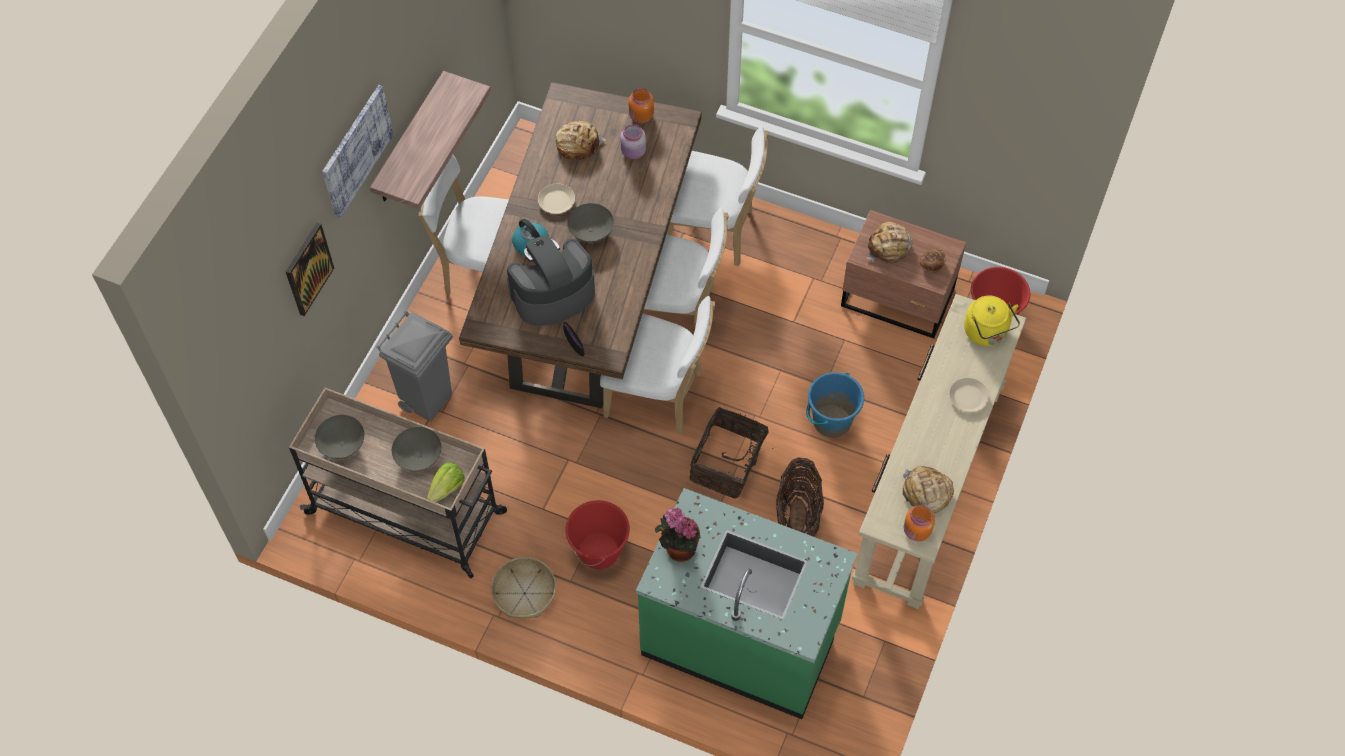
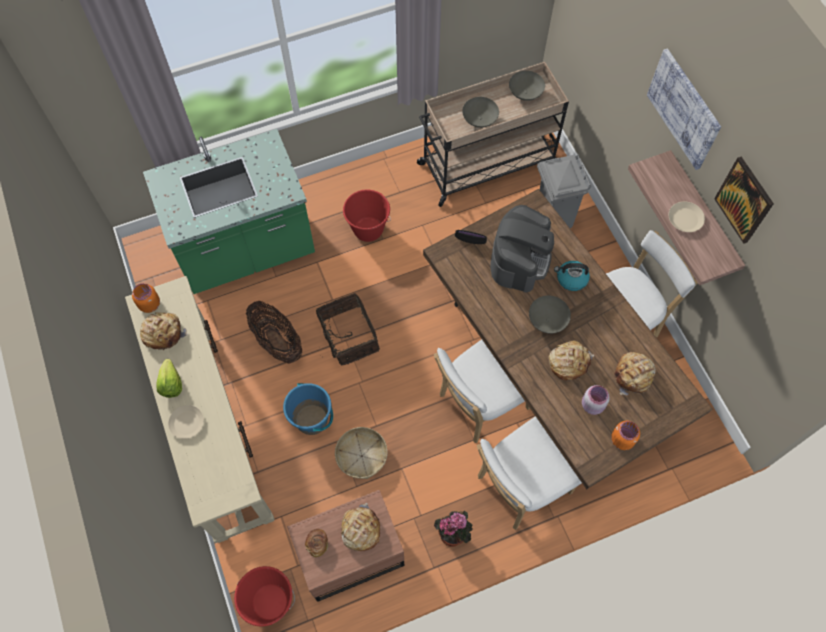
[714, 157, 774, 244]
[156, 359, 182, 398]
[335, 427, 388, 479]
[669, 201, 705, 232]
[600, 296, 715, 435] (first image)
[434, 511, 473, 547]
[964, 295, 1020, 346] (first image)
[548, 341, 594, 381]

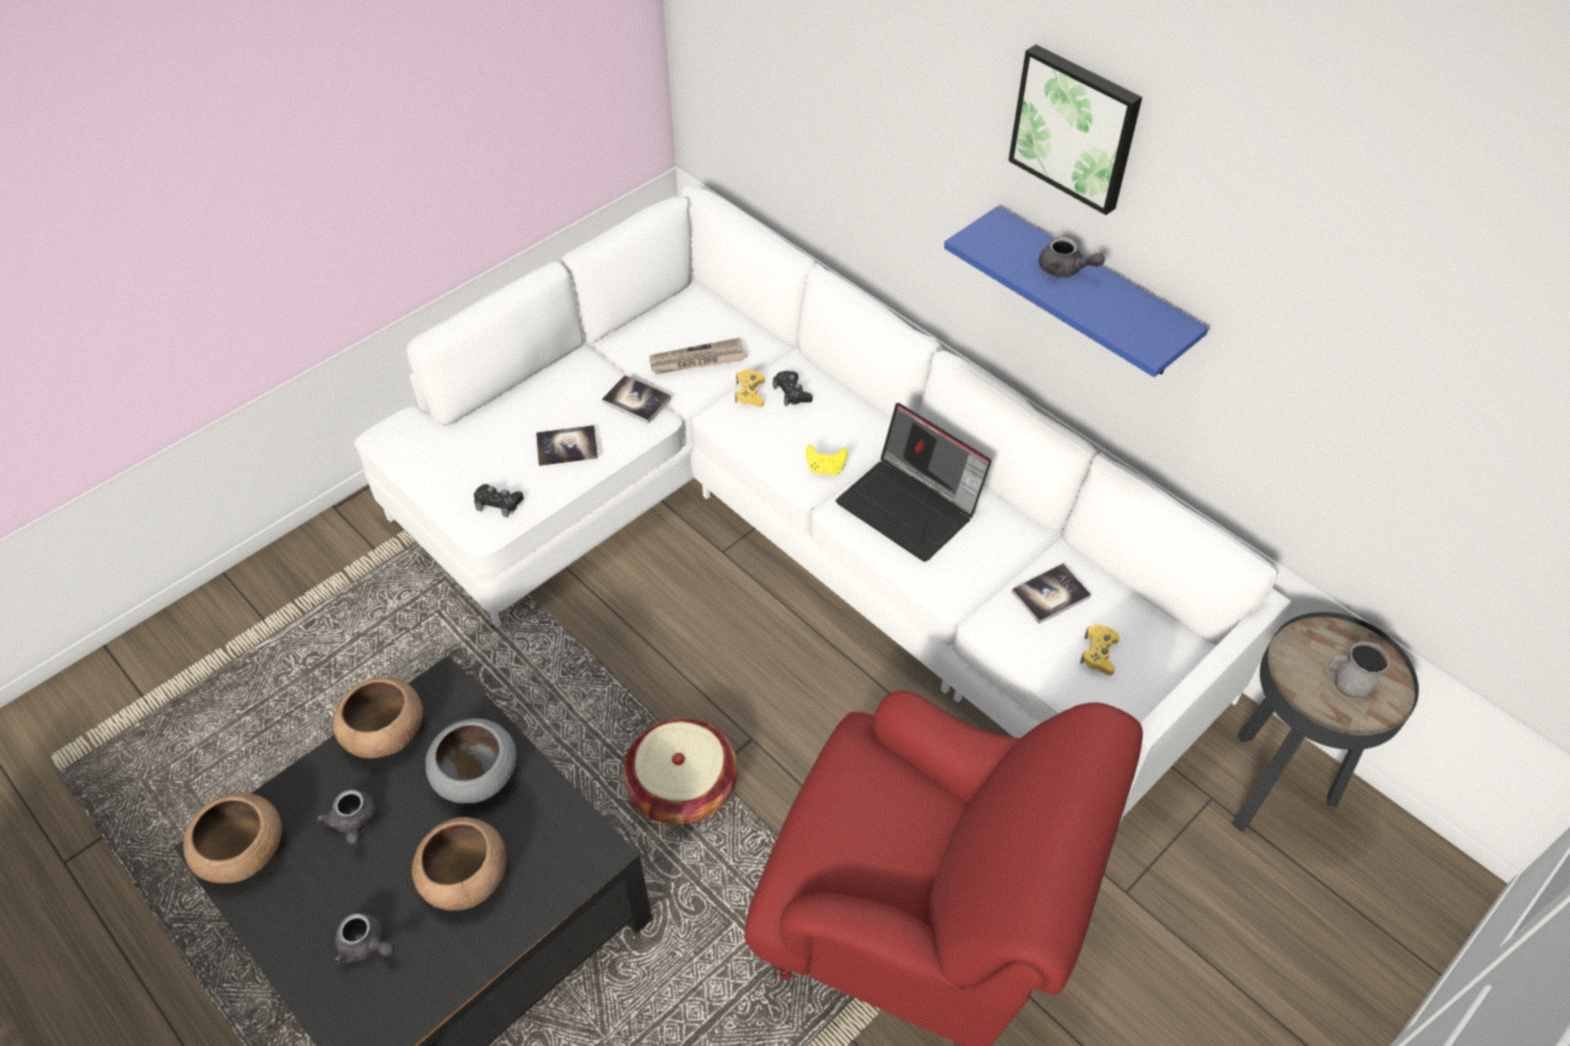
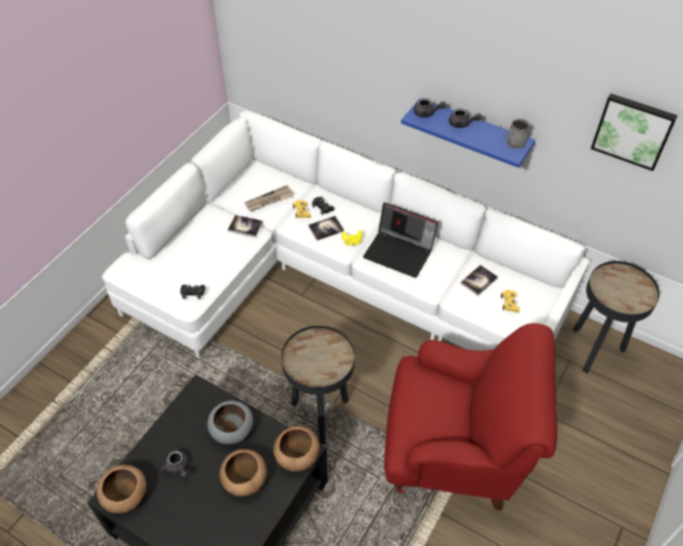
[273, 426, 320, 472]
[414, 98, 446, 117]
[308, 216, 344, 240]
[281, 326, 355, 444]
[591, 94, 678, 171]
[503, 119, 530, 148]

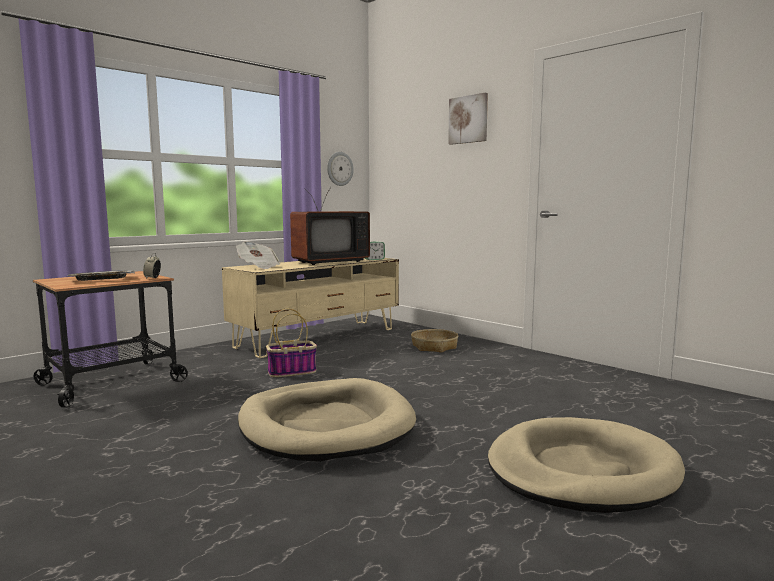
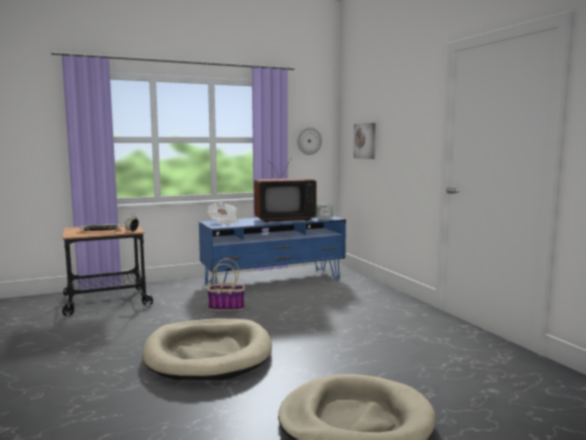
[199, 216, 346, 284]
[411, 329, 458, 353] (first image)
[354, 123, 376, 159]

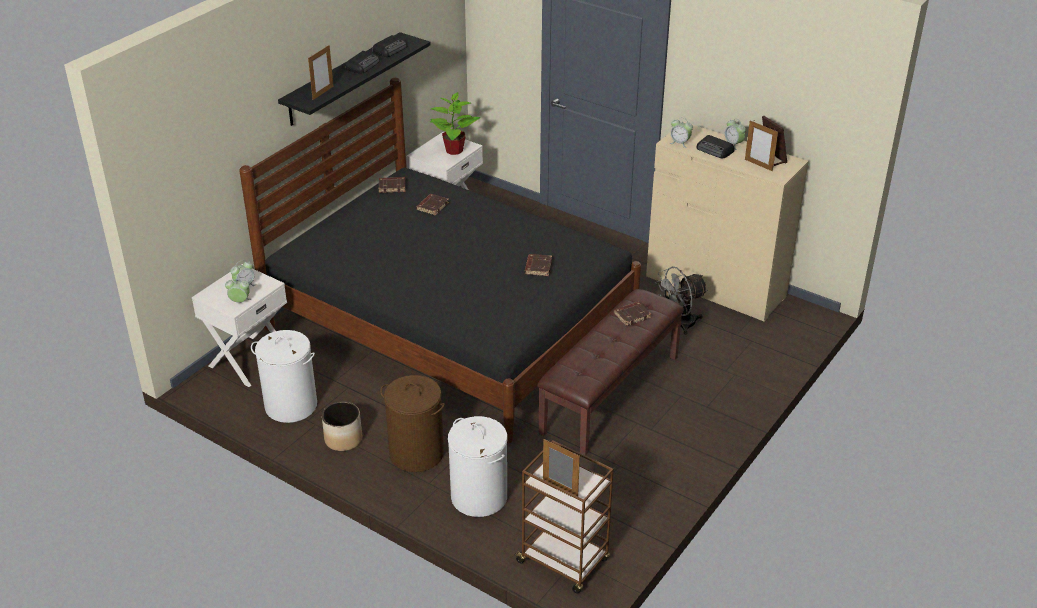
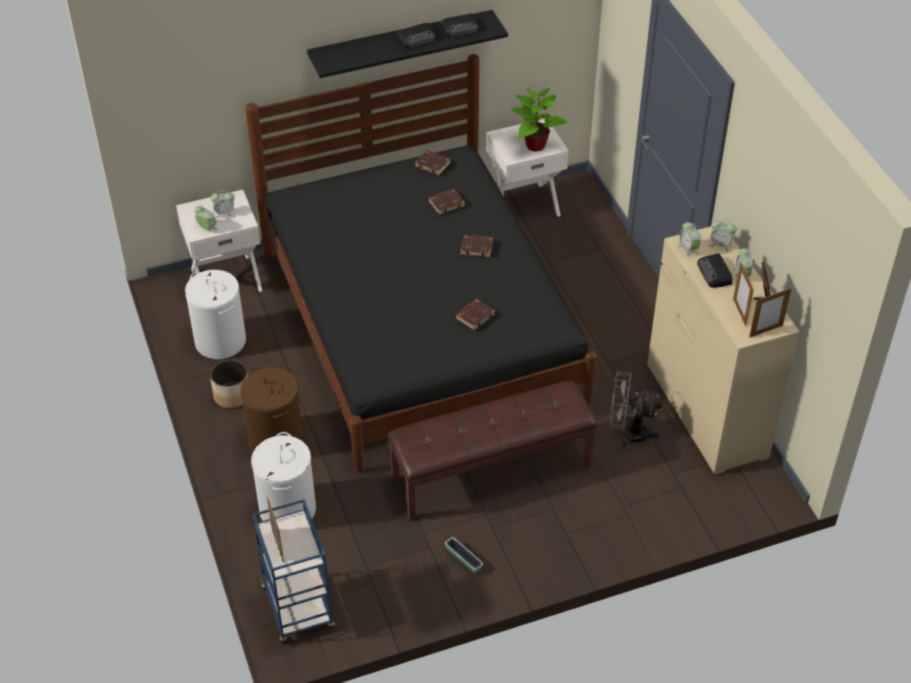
[749, 288, 791, 338]
[252, 499, 335, 643]
[460, 235, 493, 257]
[445, 537, 483, 574]
[709, 219, 737, 251]

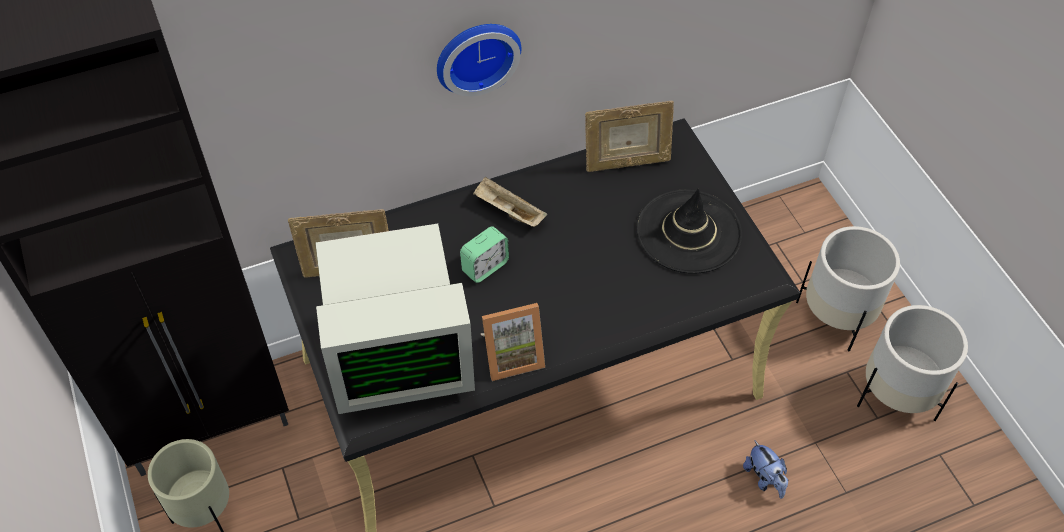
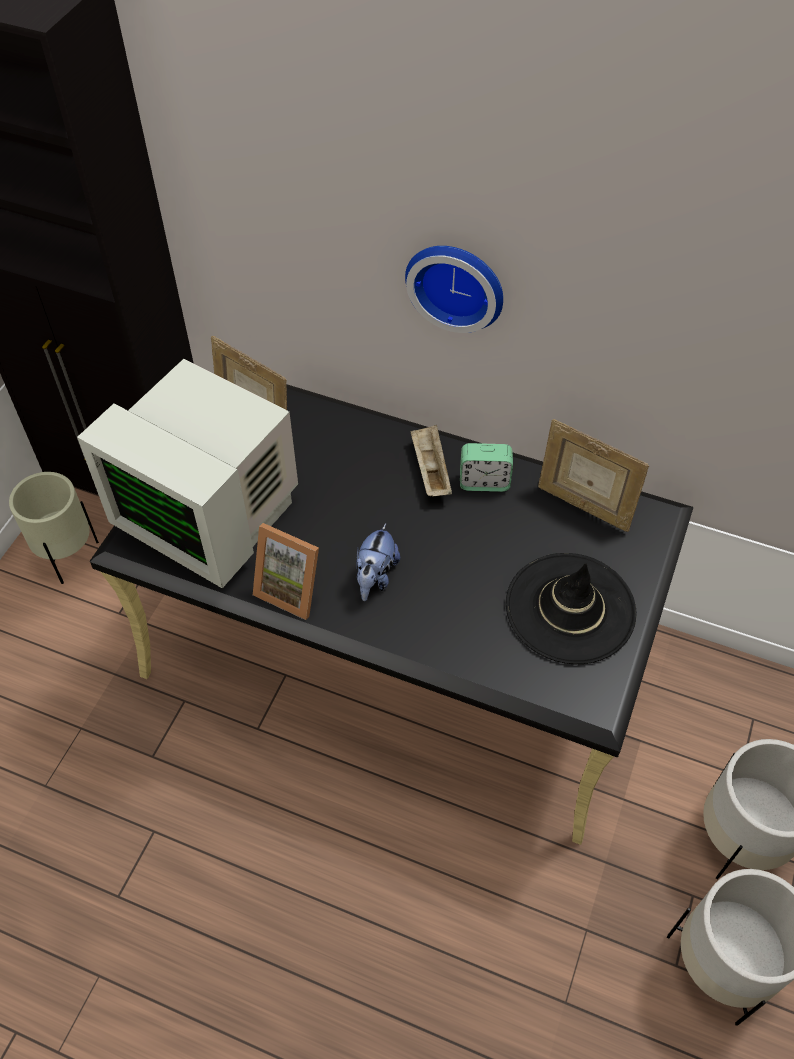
[460, 443, 513, 492]
[356, 523, 400, 601]

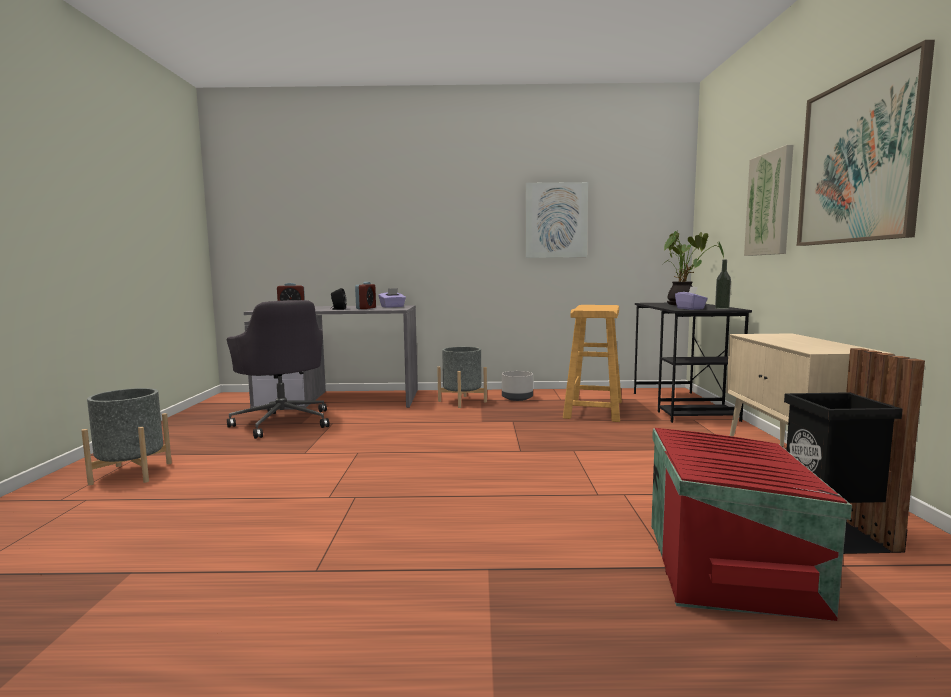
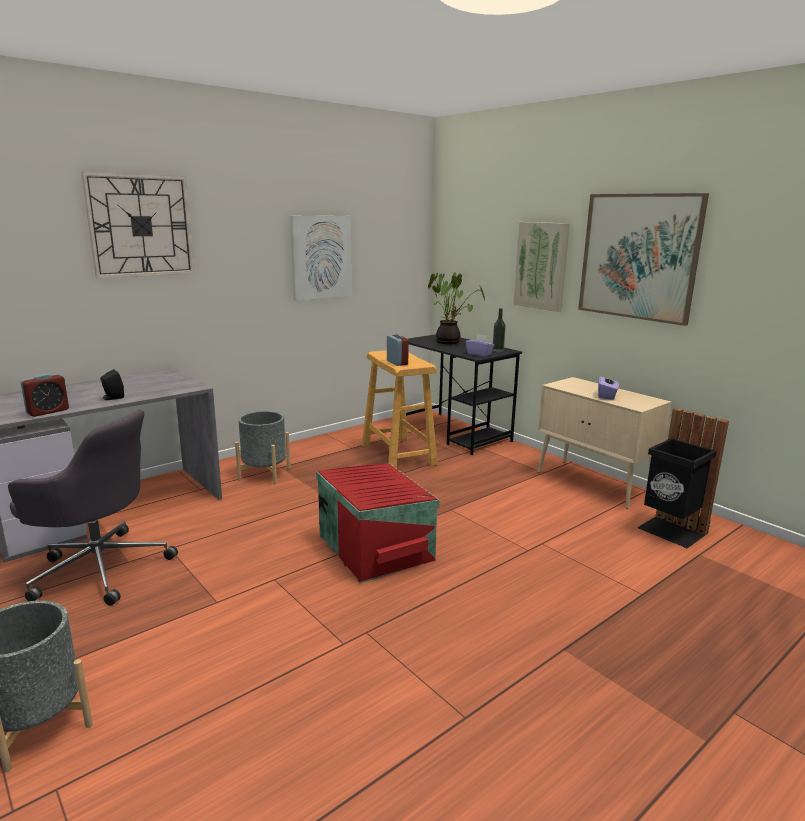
[387, 334, 409, 366]
[598, 375, 619, 400]
[502, 371, 533, 401] (first image)
[316, 463, 440, 583]
[81, 172, 195, 279]

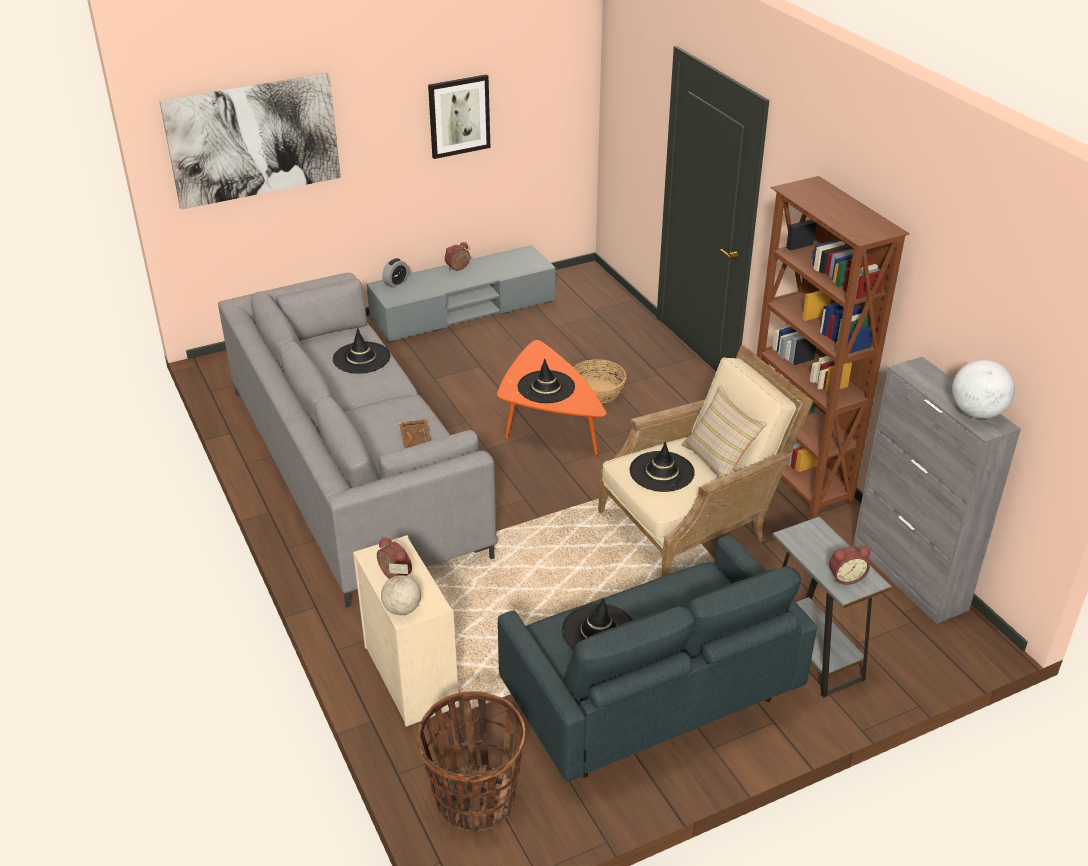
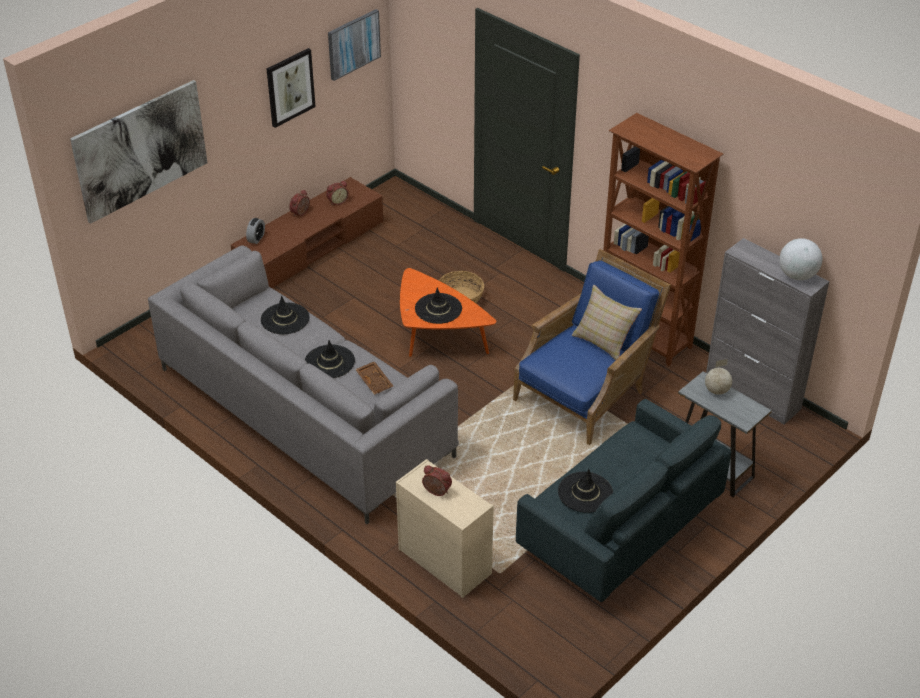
[231, 177, 383, 288]
[705, 359, 732, 395]
[417, 691, 526, 832] (first image)
[513, 249, 671, 445]
[305, 340, 355, 378]
[326, 181, 349, 205]
[328, 9, 381, 81]

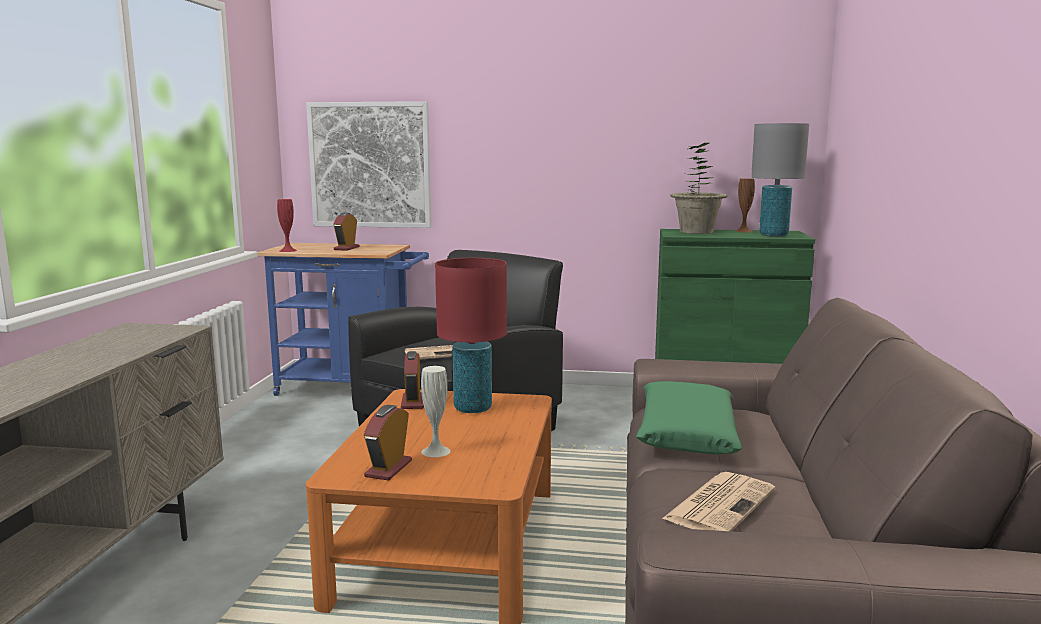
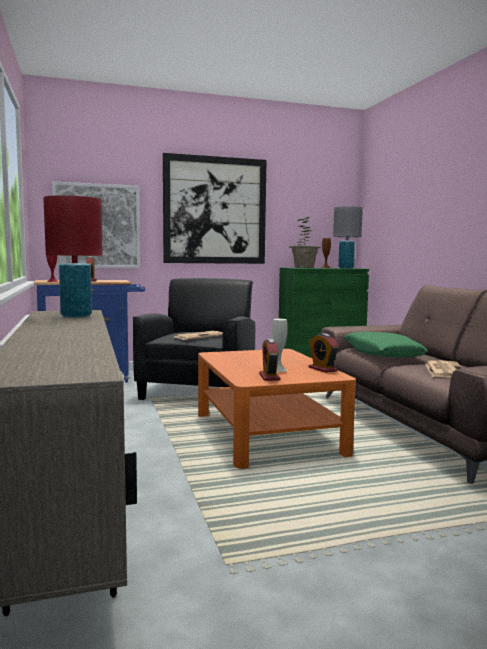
[308, 333, 339, 373]
[43, 195, 103, 318]
[163, 153, 267, 264]

